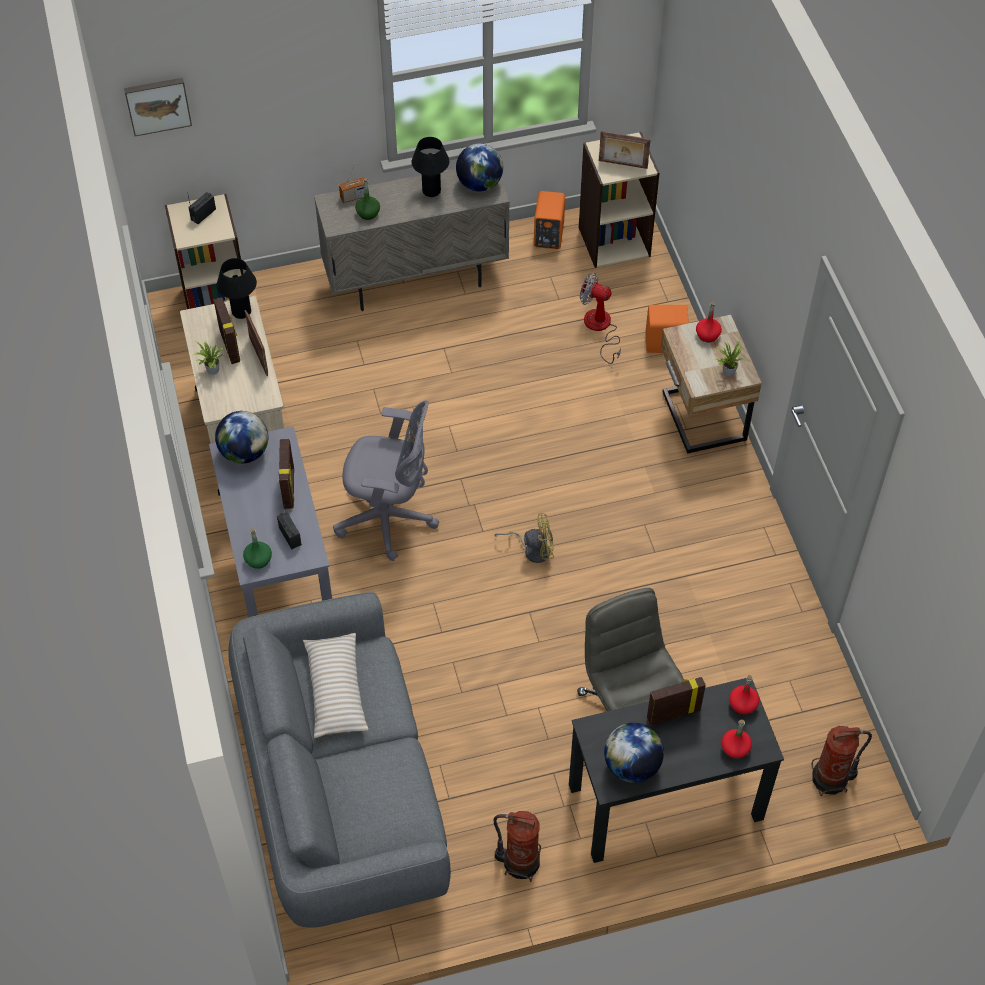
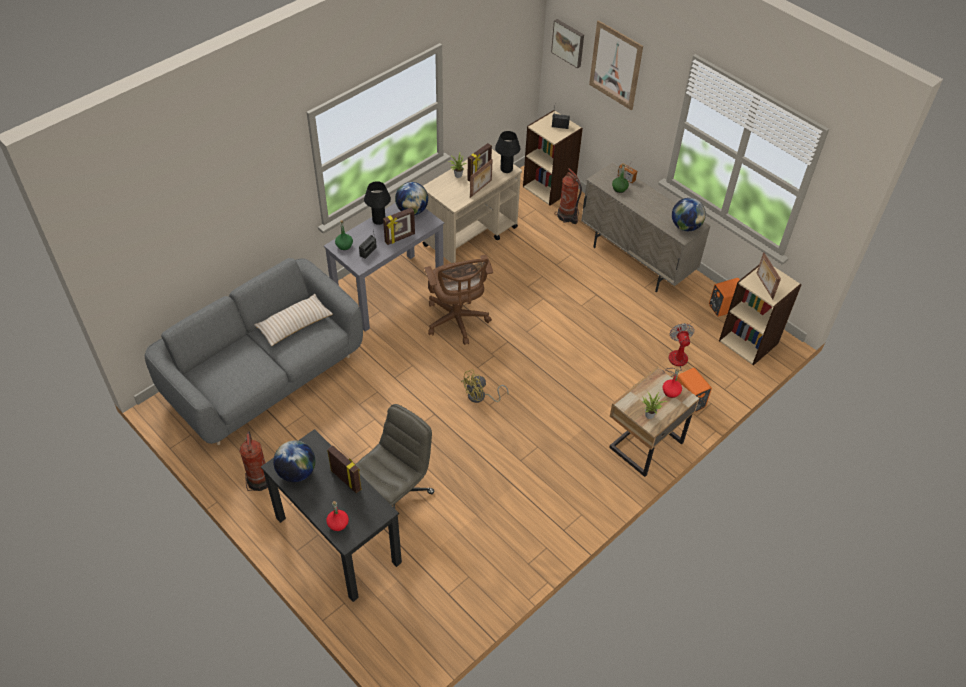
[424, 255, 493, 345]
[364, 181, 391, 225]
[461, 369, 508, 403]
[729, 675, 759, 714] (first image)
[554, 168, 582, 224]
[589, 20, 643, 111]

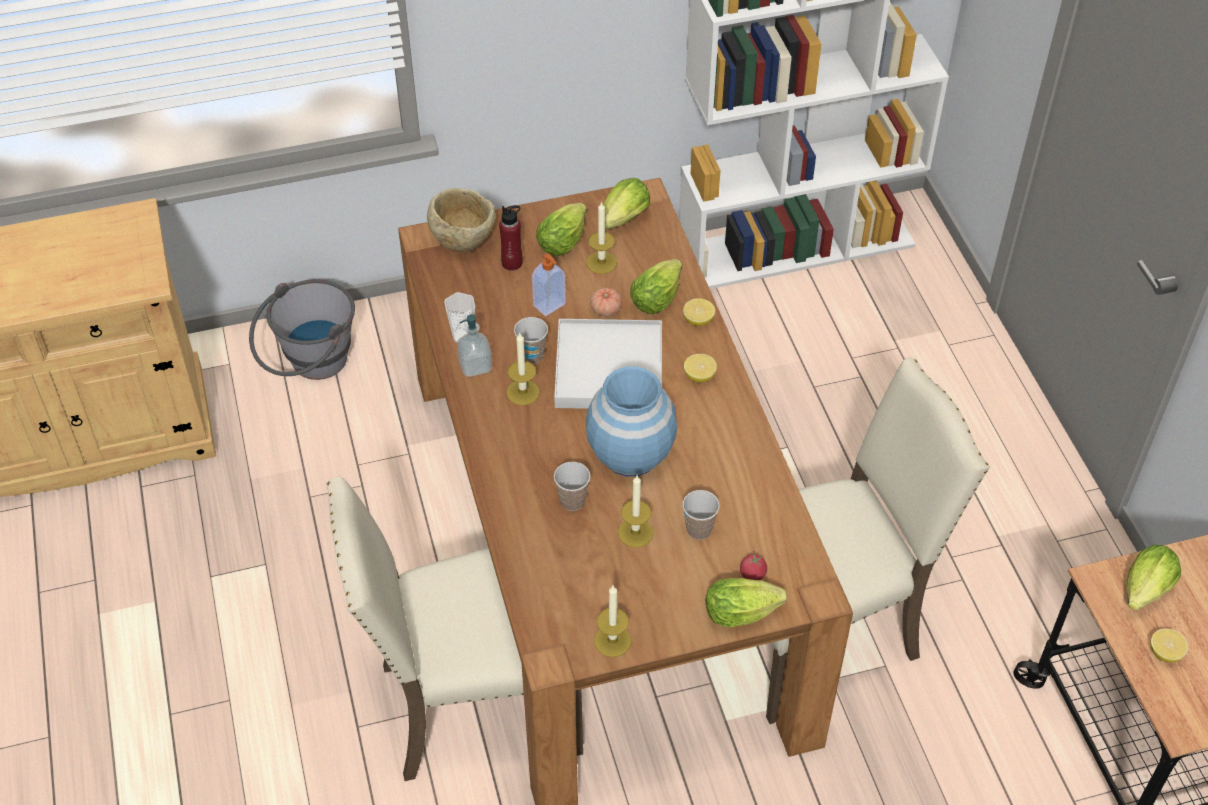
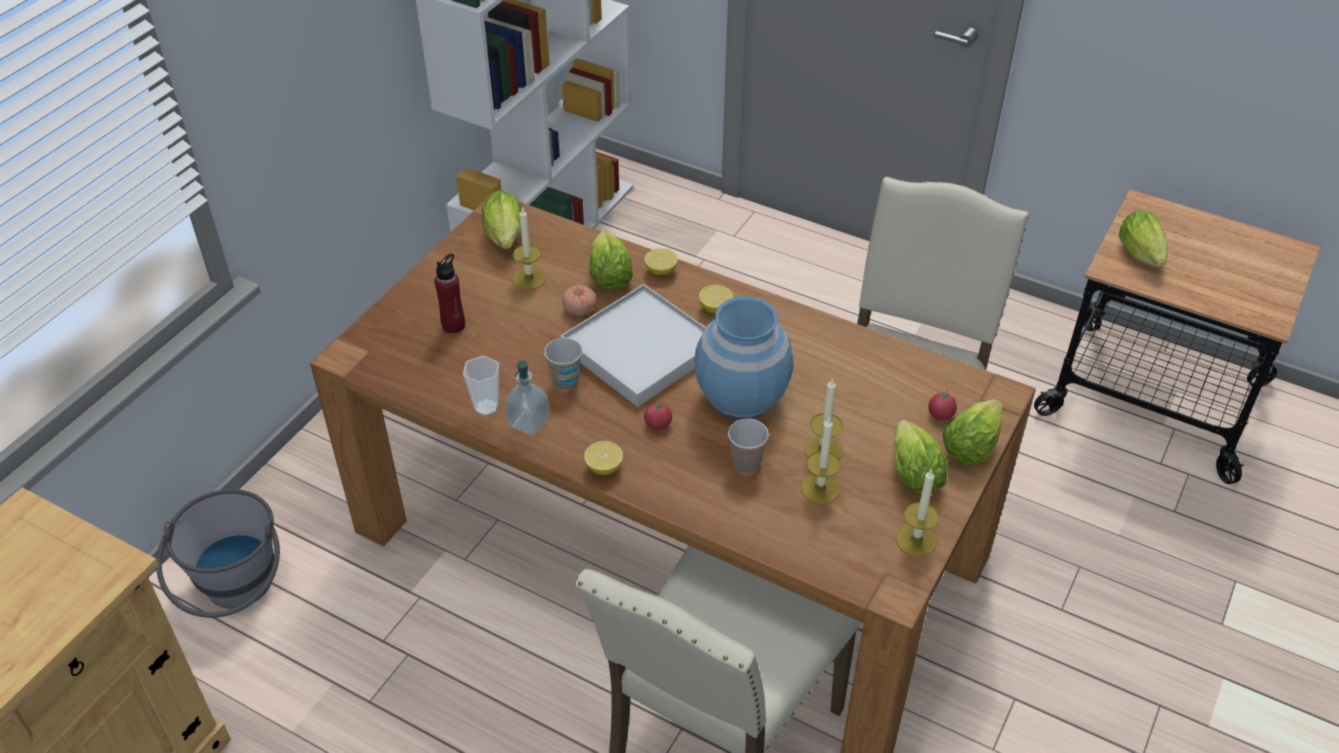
[427, 188, 495, 252] (first image)
[801, 418, 840, 504]
[532, 253, 566, 316] (first image)
[894, 420, 948, 494]
[682, 490, 720, 540] (first image)
[584, 441, 623, 475]
[644, 398, 672, 430]

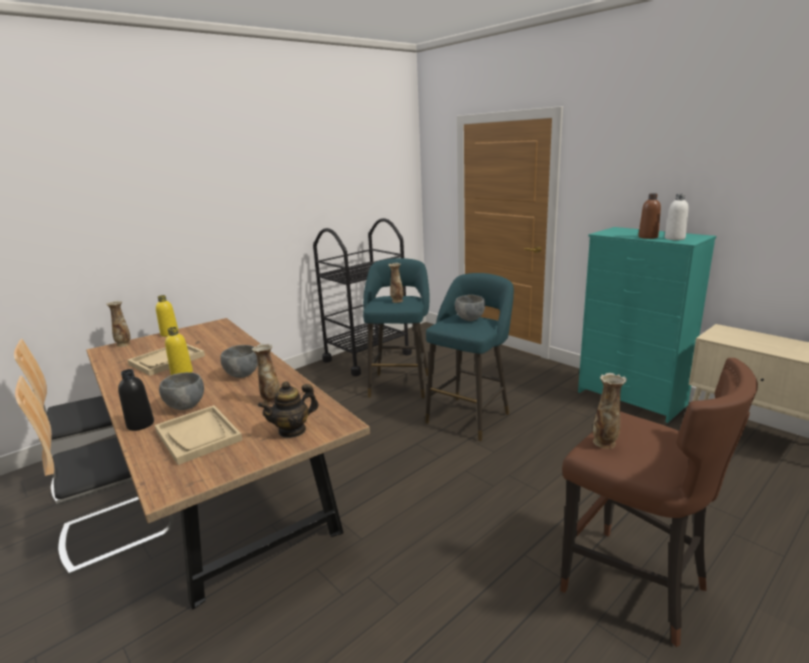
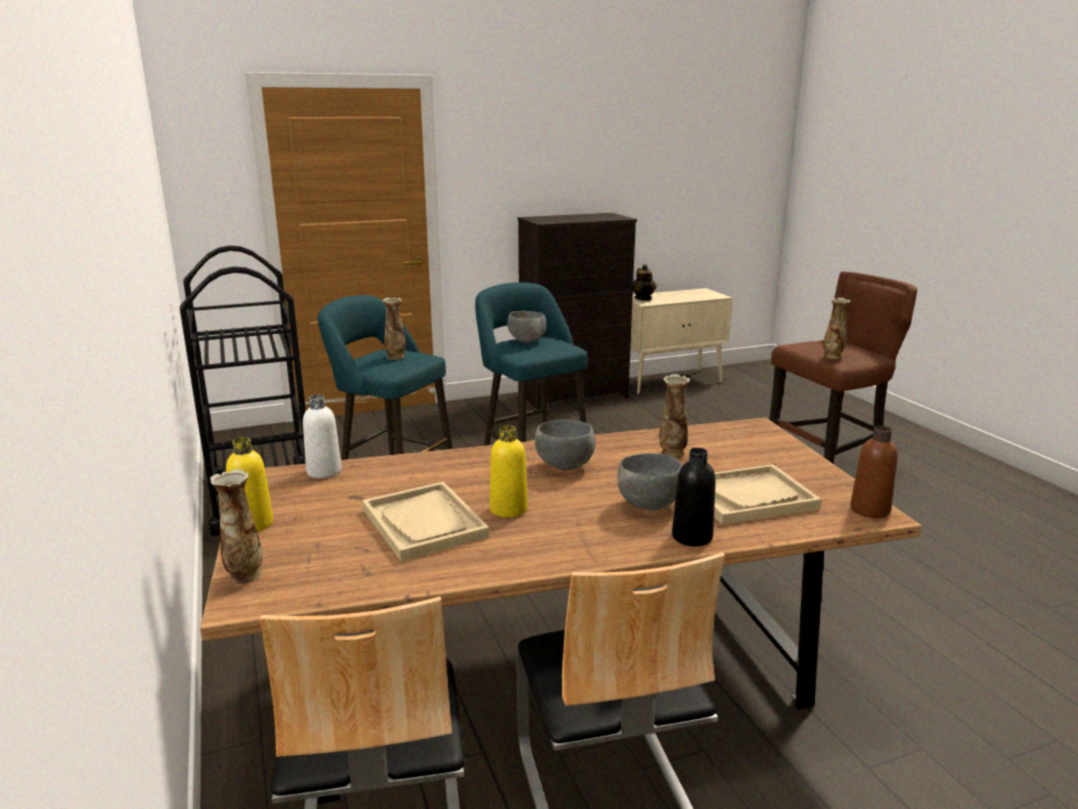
[633, 264, 657, 301]
[518, 213, 637, 409]
[850, 426, 898, 518]
[303, 395, 342, 478]

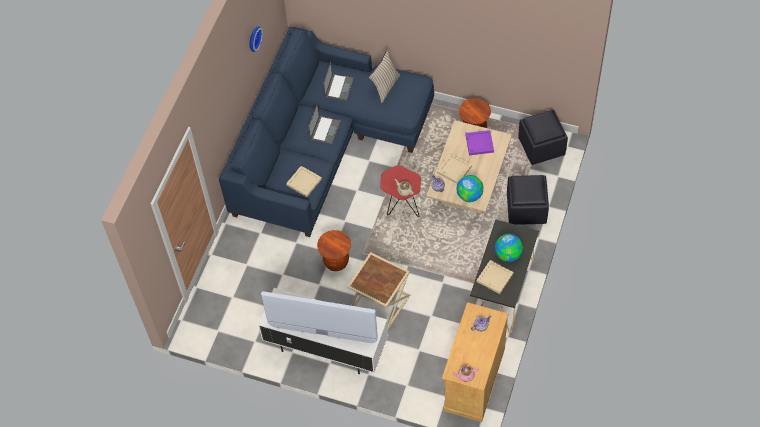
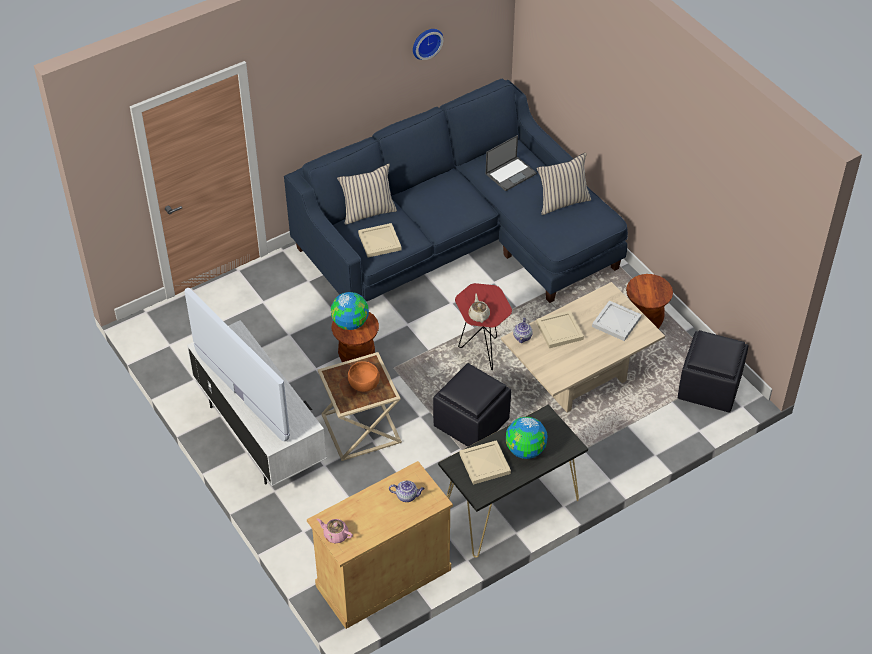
[308, 103, 341, 145] (first image)
[331, 292, 369, 330]
[592, 300, 642, 341]
[433, 363, 511, 447]
[337, 163, 397, 225]
[348, 361, 380, 392]

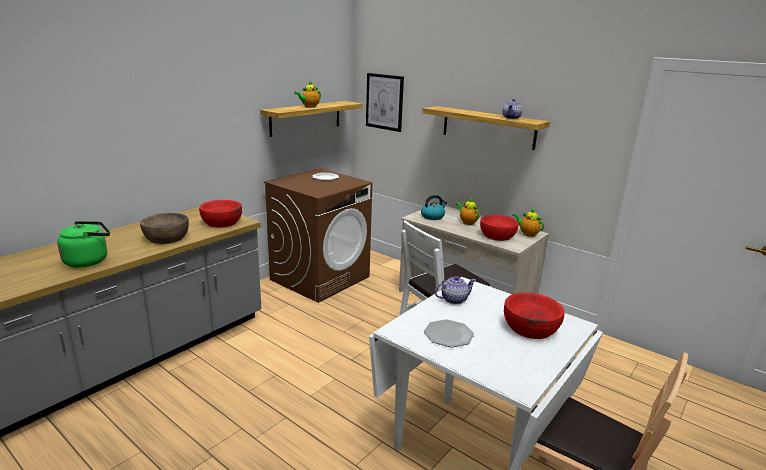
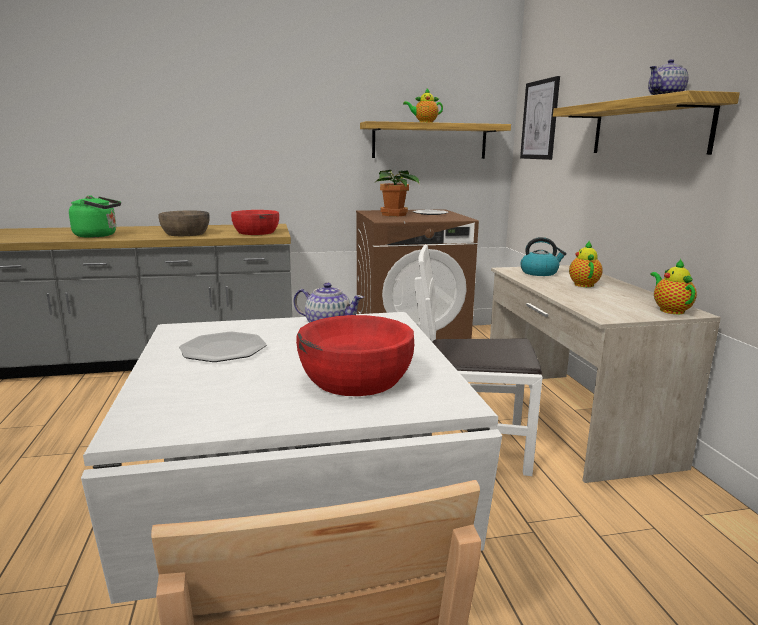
[480, 215, 519, 241] (first image)
[376, 170, 420, 216]

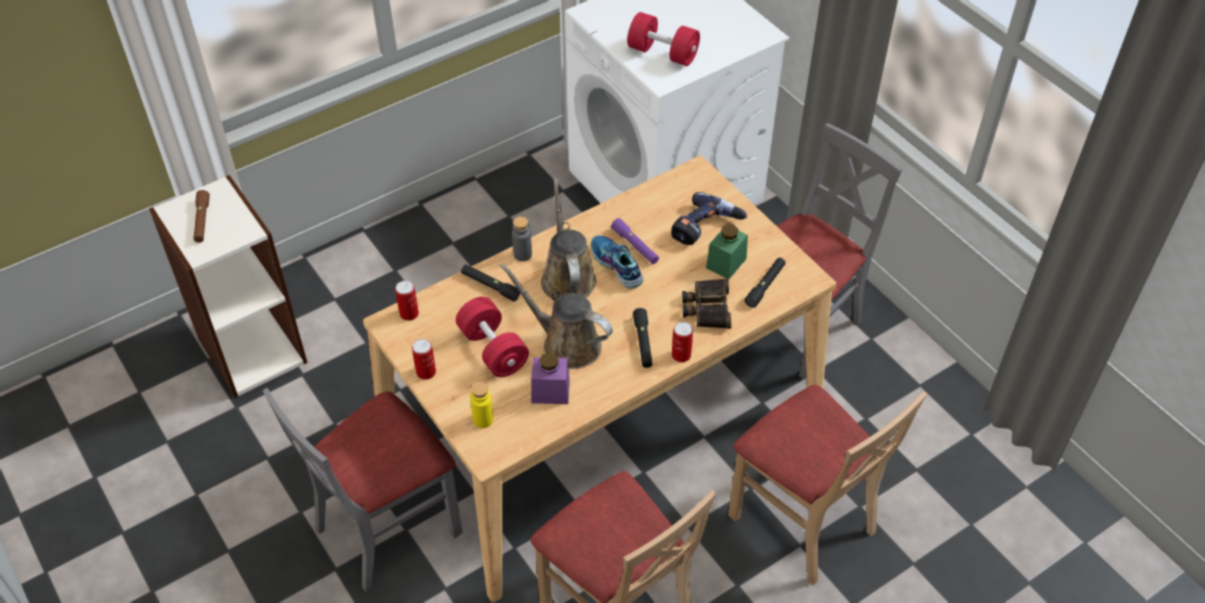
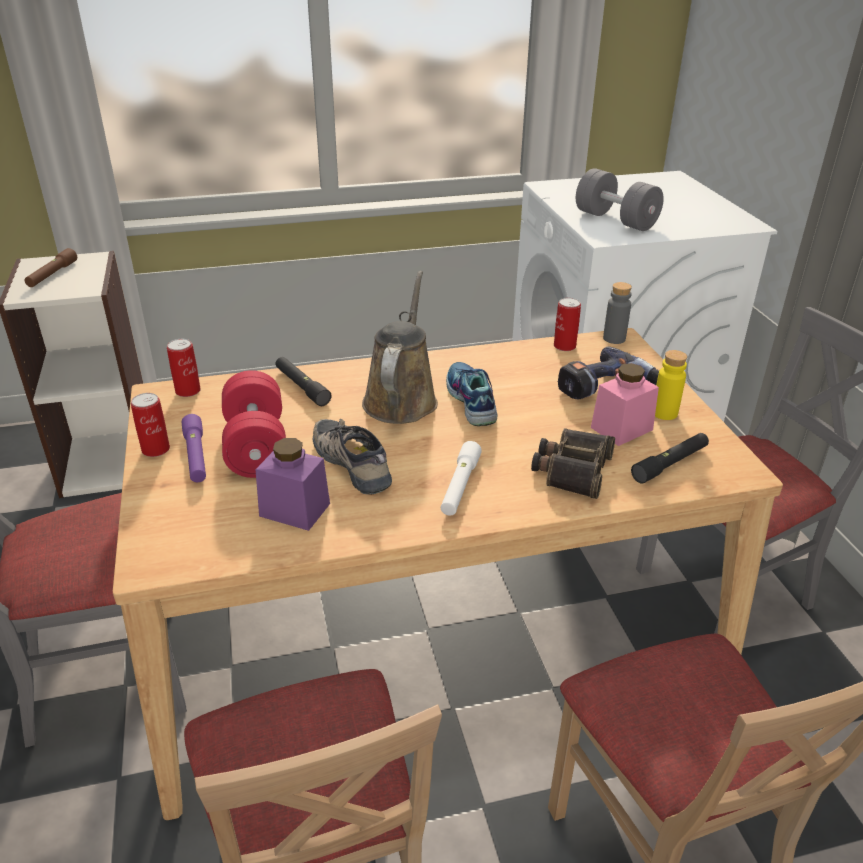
[655, 350, 687, 420]
[312, 419, 392, 495]
[603, 282, 632, 344]
[182, 414, 206, 482]
[576, 168, 664, 231]
[441, 441, 482, 516]
[554, 298, 581, 351]
[591, 363, 659, 446]

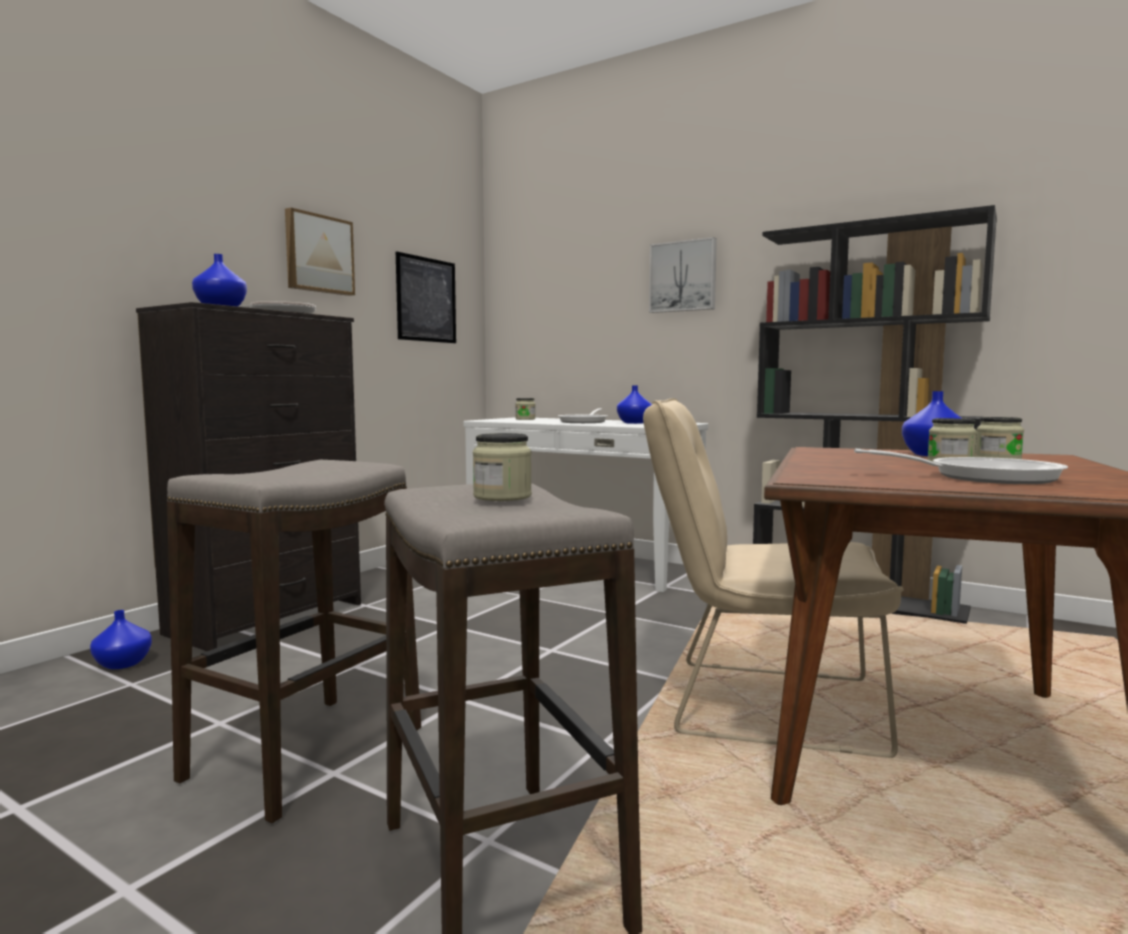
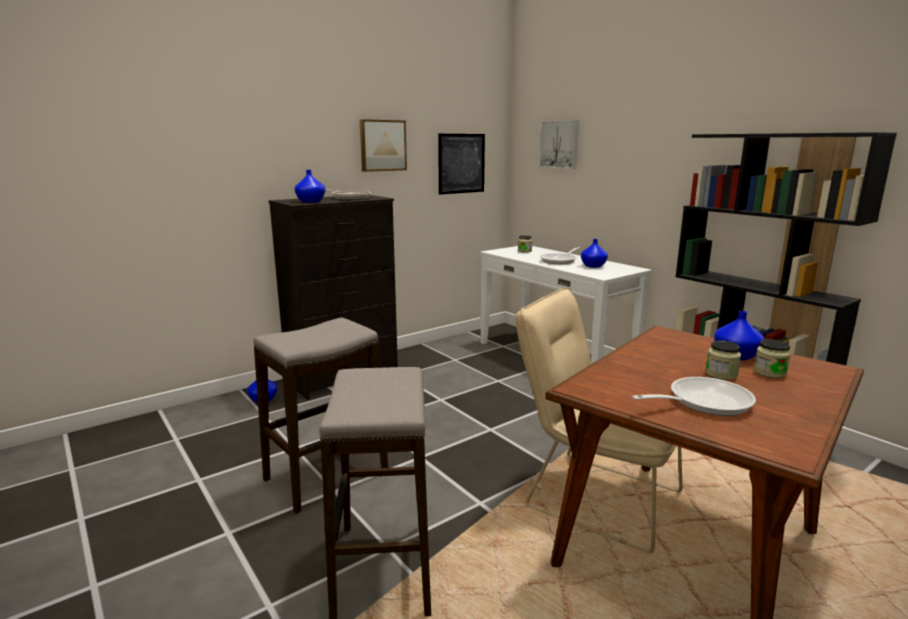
[473, 433, 532, 501] (first image)
[539, 120, 579, 169]
[632, 377, 756, 416]

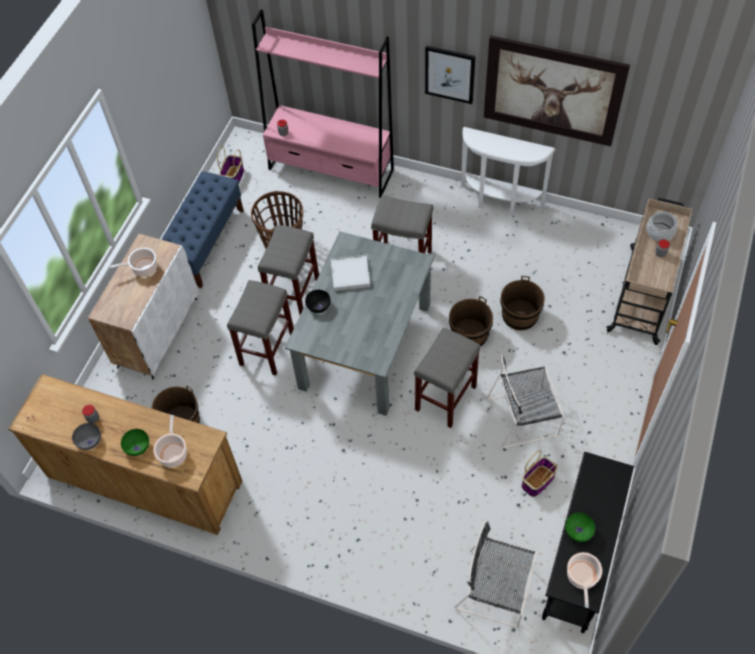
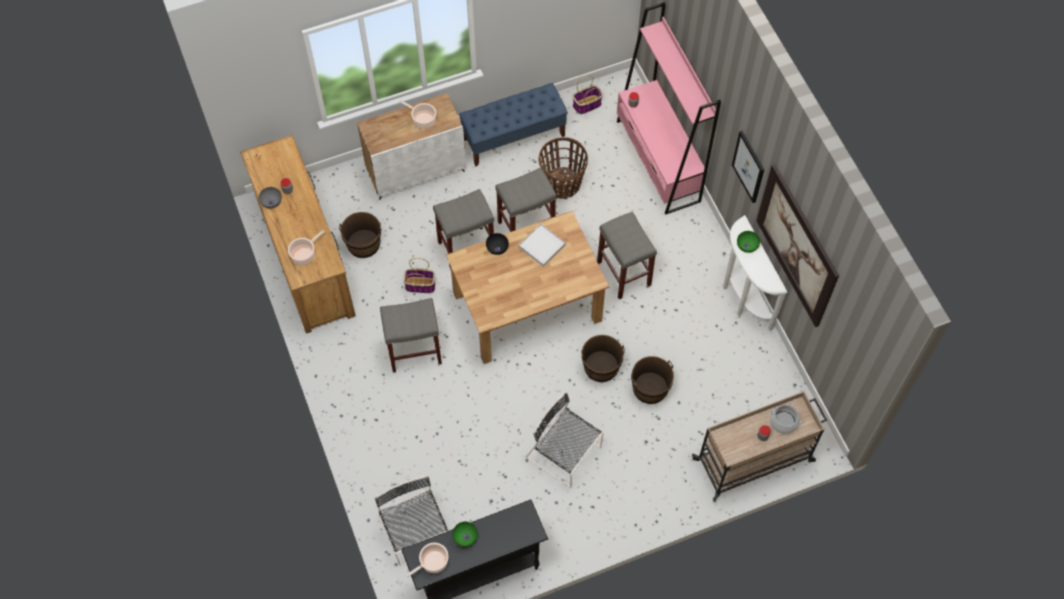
[737, 231, 760, 253]
[446, 211, 609, 364]
[380, 298, 442, 373]
[403, 258, 435, 293]

